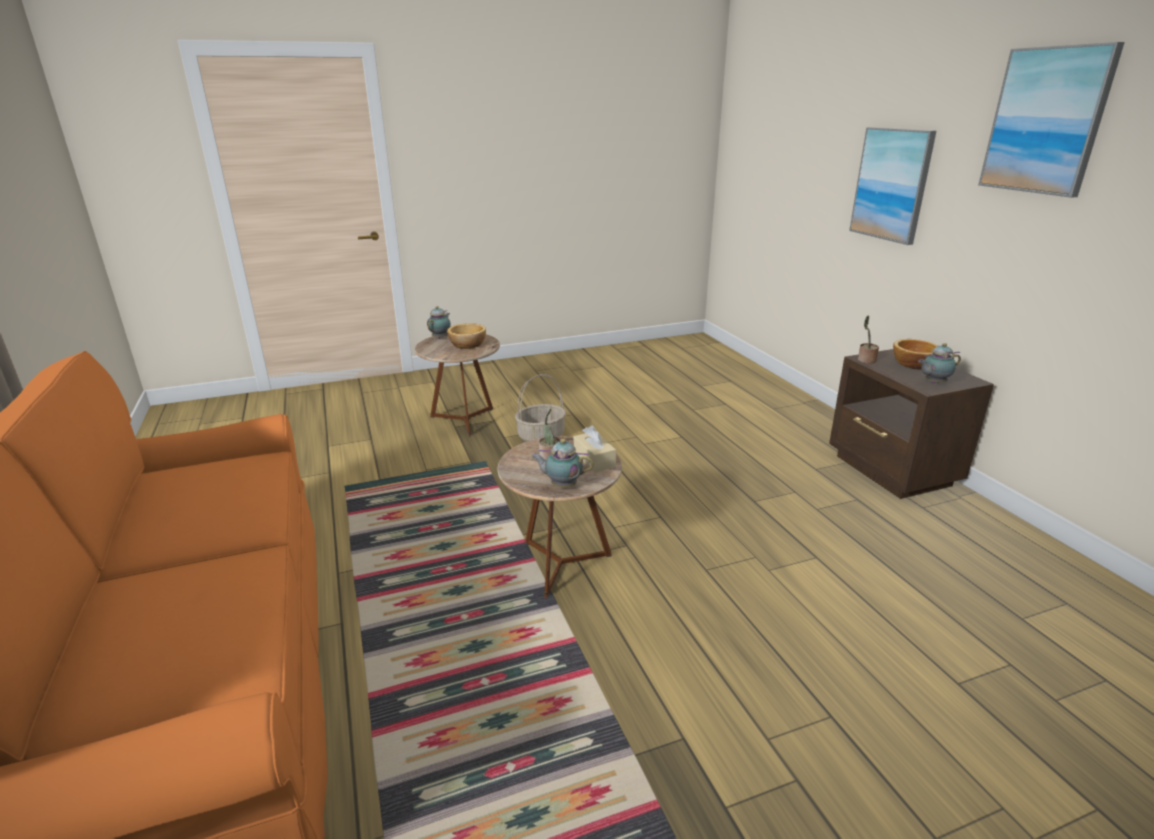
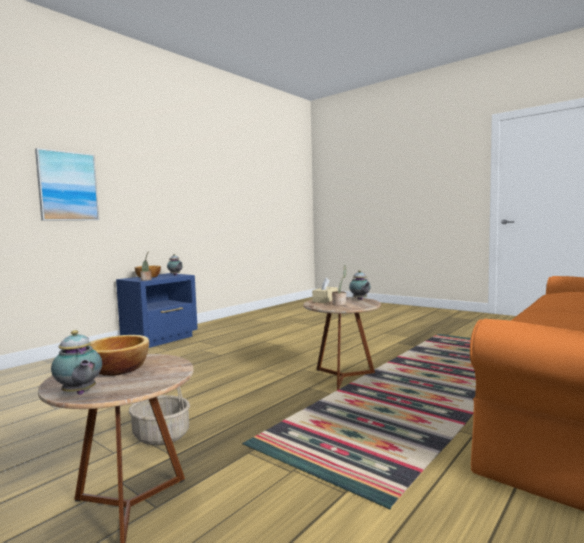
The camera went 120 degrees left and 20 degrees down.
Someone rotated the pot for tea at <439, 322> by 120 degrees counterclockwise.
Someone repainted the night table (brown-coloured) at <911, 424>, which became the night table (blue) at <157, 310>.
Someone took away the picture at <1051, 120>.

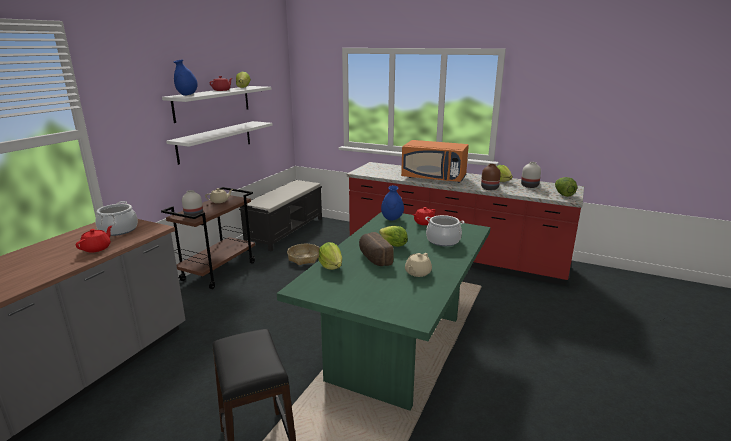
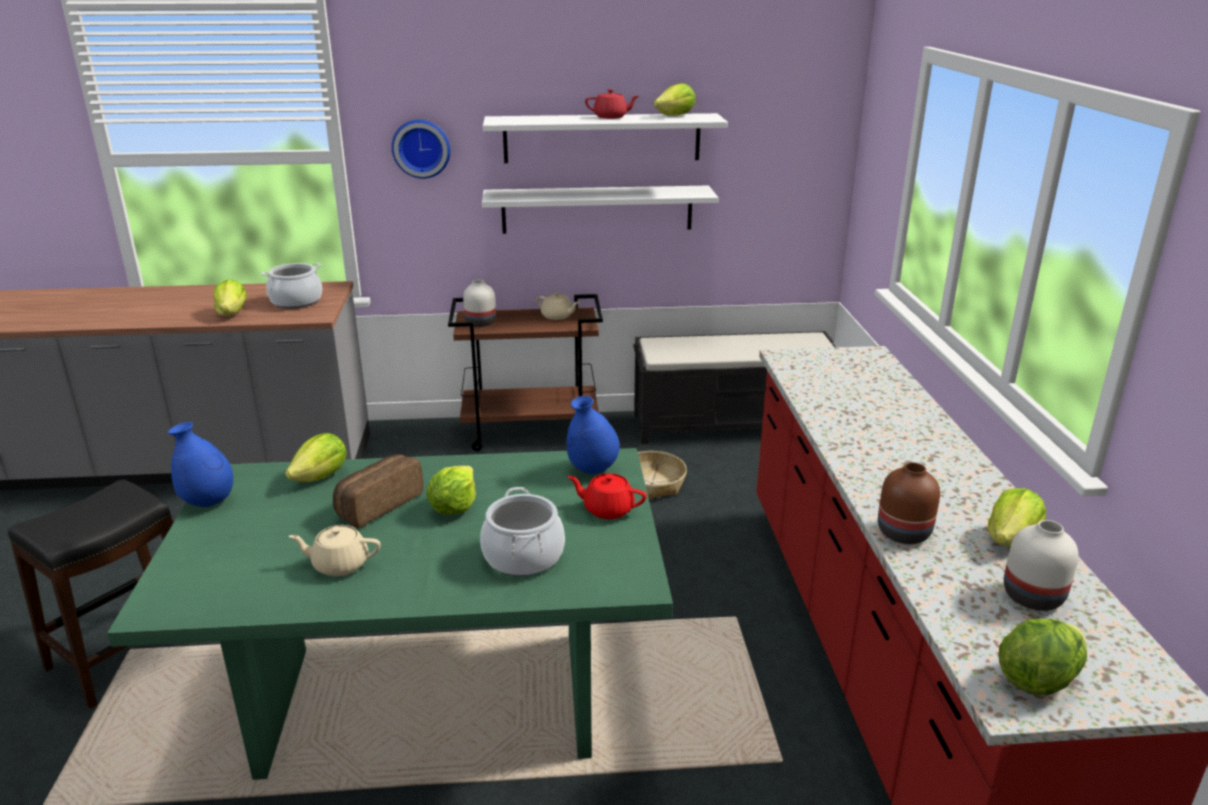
The camera went 60 degrees right and 5 degrees up.
Someone swapped the pot for tea (red) at <94, 239> for the head of lettuce at <230, 297>.
Someone carried the vase (blue) from <186, 77> to <200, 464>.
Someone took away the kitchen microwave (orange) at <435, 161>.
Someone put up the clock on the wall at <421, 149>.

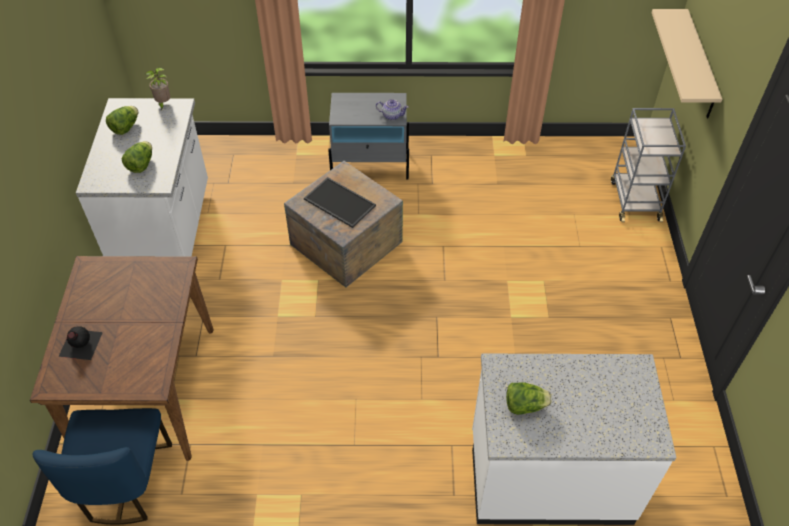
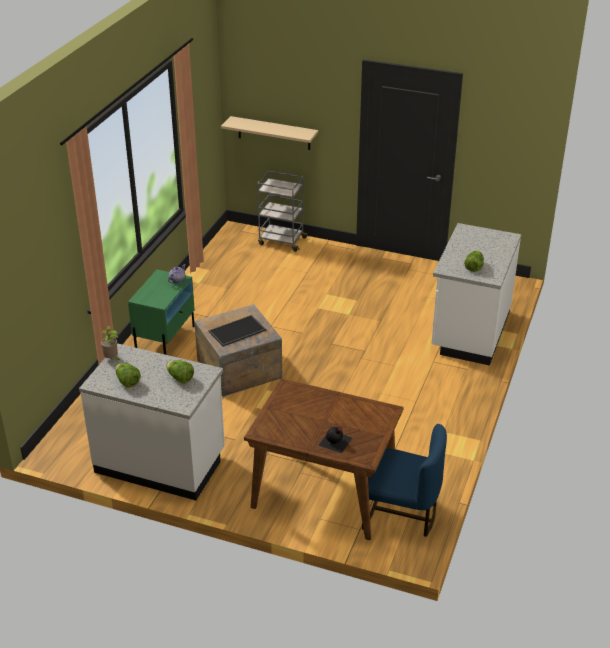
The camera went 70 degrees left and 15 degrees down.
Someone repainted the night table (greyish) at <368, 136>, which became the night table (greenish) at <161, 312>.

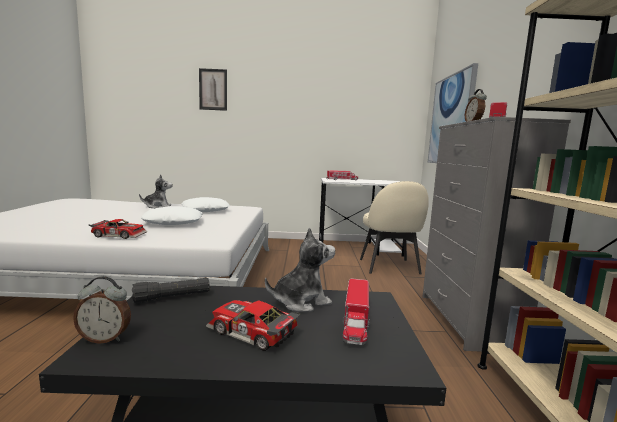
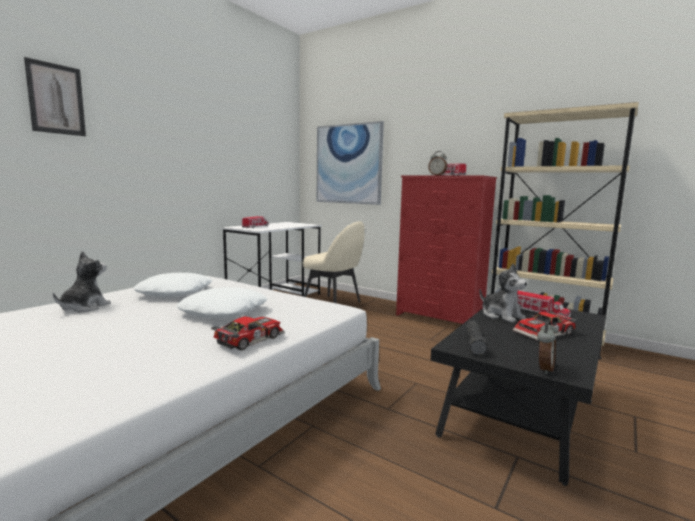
The camera went 55 degrees left and 0 degrees up.
Someone rotated the soft toy at <300, 270> by 135 degrees clockwise.
Someone repainted the dresser (greyish) at <496, 234>, which became the dresser (red) at <446, 249>.

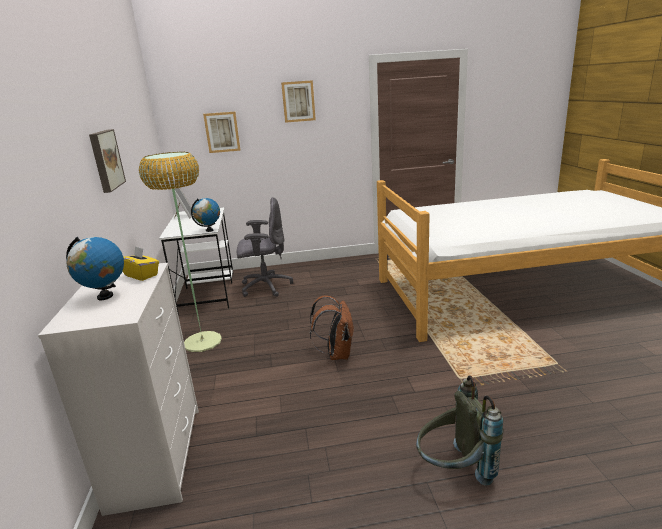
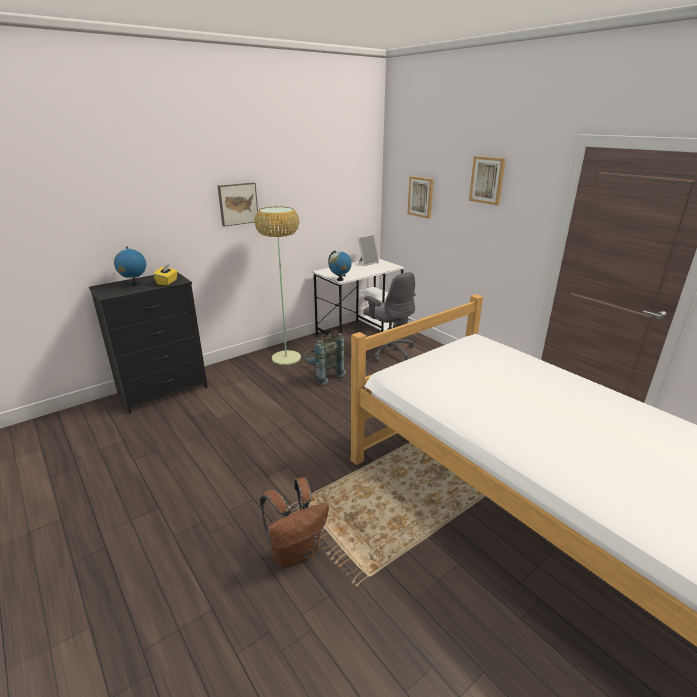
The camera went 60 degrees right and 5 degrees up.
Someone repainted the dresser (whitish) at <118, 389>, which became the dresser (black-coloured) at <148, 343>.
Someone carried the backpack (brown-coloured) from <332, 327> to <294, 522>.
Someone carried the backpack (greyish) from <460, 430> to <324, 357>.

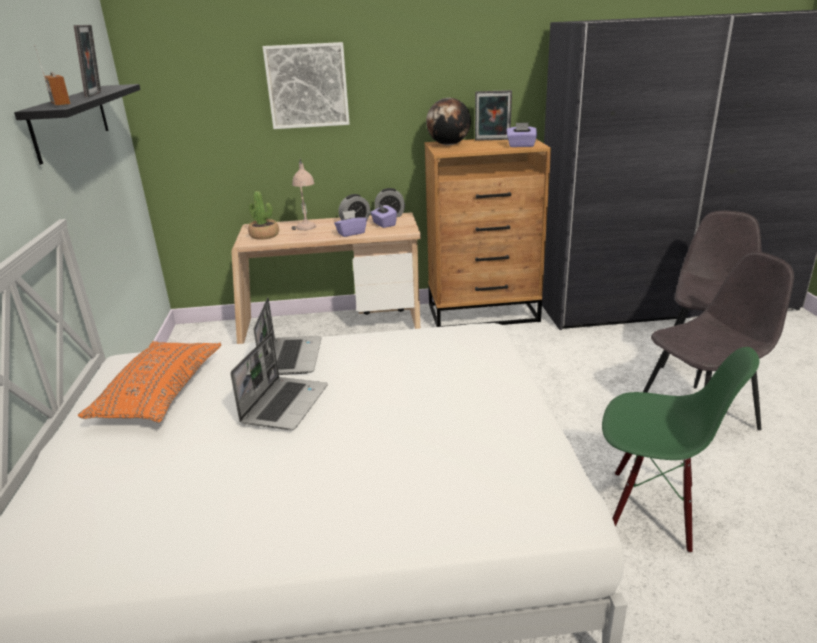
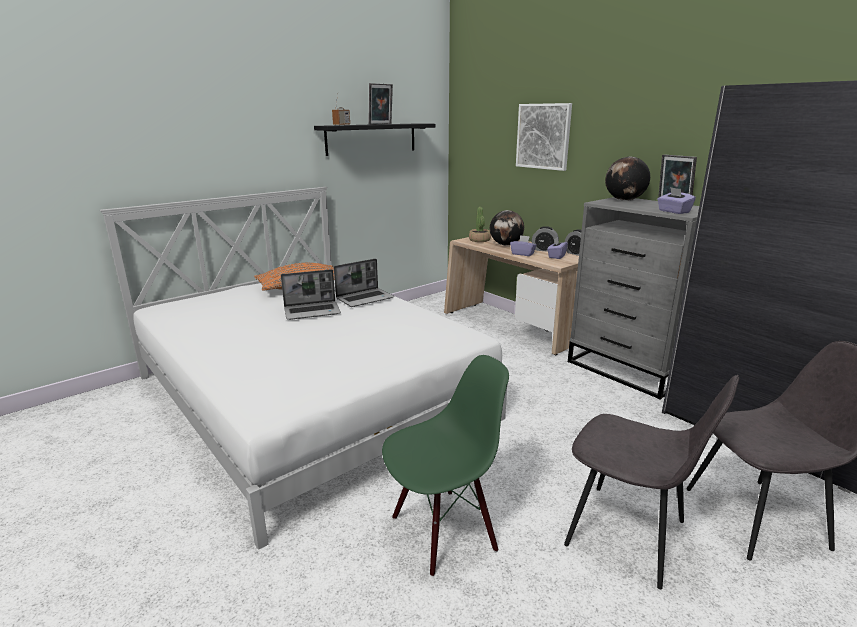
The camera went 55 degrees right and 5 degrees down.
Someone swapped the tabletop lamp (beige) at <304, 194> for the world globe at <507, 227>.
Someone repainted the dresser (brown-coloured) at <488, 233>, which became the dresser (greyish) at <633, 298>.
Someone rotated the upright chair (greenish) at <680, 450> by 105 degrees counterclockwise.

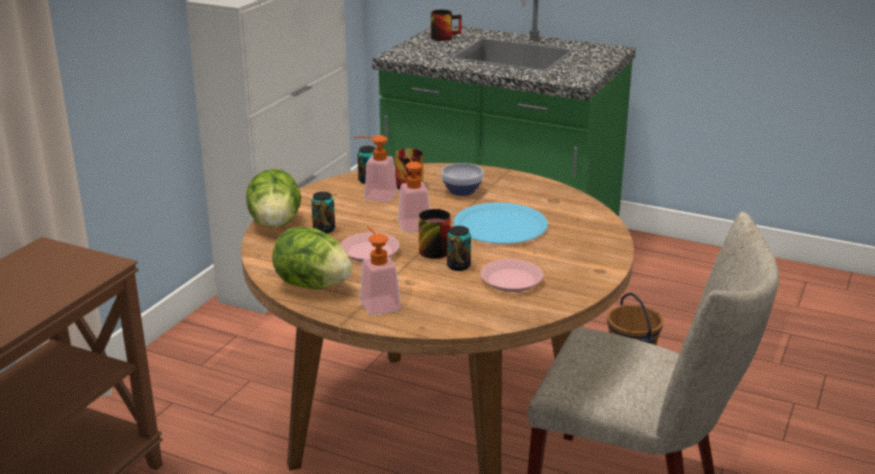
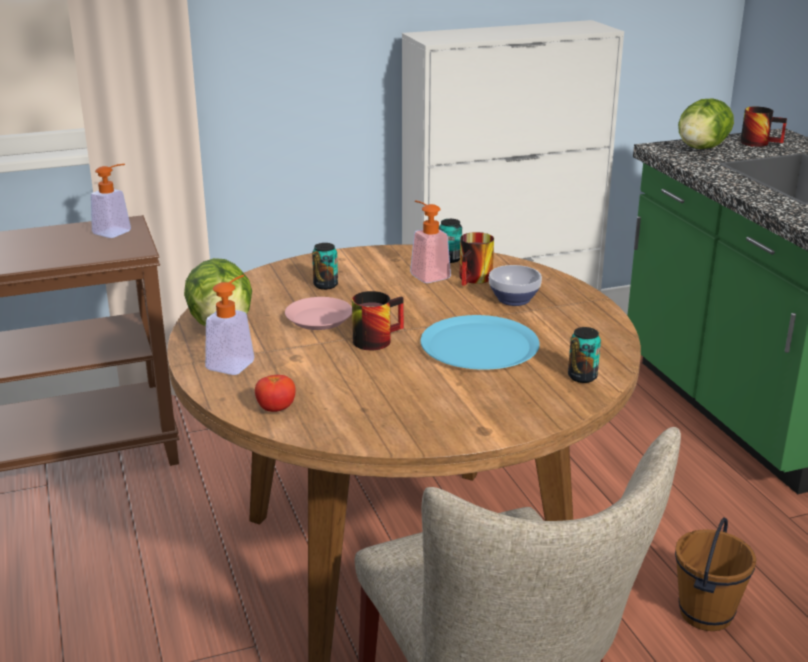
The camera went 45 degrees right and 0 degrees up.
Someone carried the head of lettuce from <273, 198> to <706, 124>.
Someone carried the liquid soap bottle from <414, 194> to <111, 201>.
Someone carried the metal can from <459, 248> to <584, 355>.
Someone took away the dinner plate (pink-coloured) at <511, 275>.
Someone put down the fresh tomato at <275, 393>.

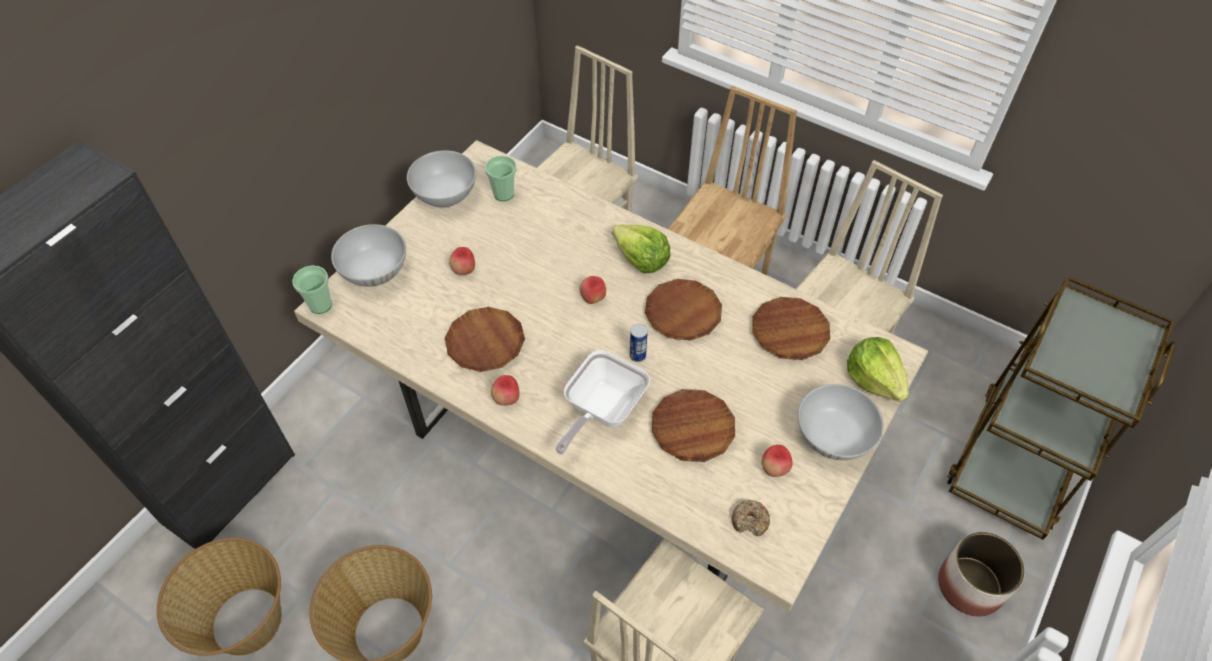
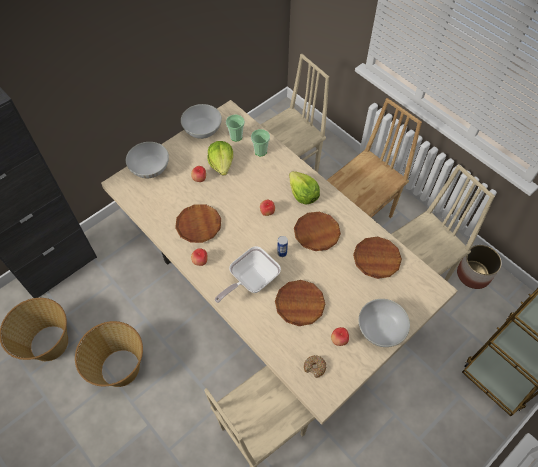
The camera went 15 degrees right and 5 degrees up.
Someone carried the small cup from <312, 290> to <260, 142>.
Someone carried the head of lettuce from <878, 369> to <220, 158>.
Someone carried the flower pot from <981, 574> to <479, 267>.

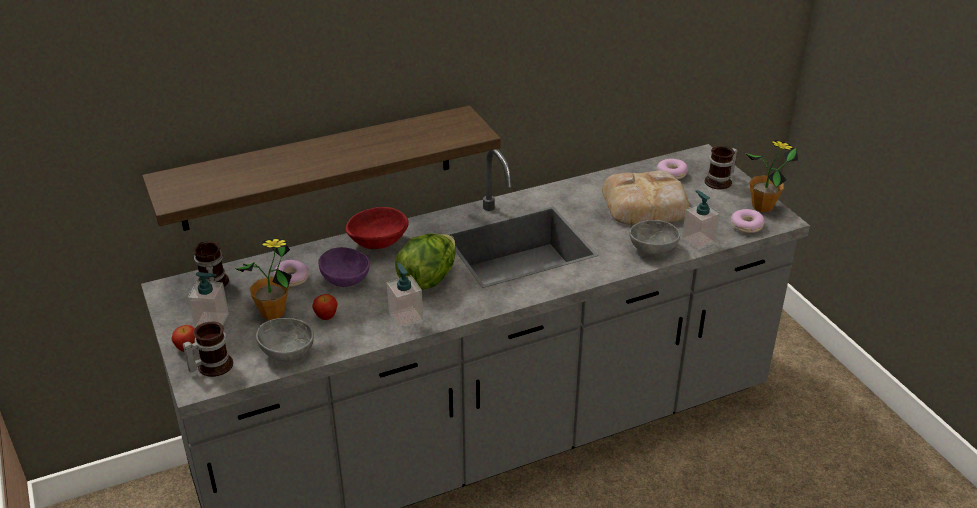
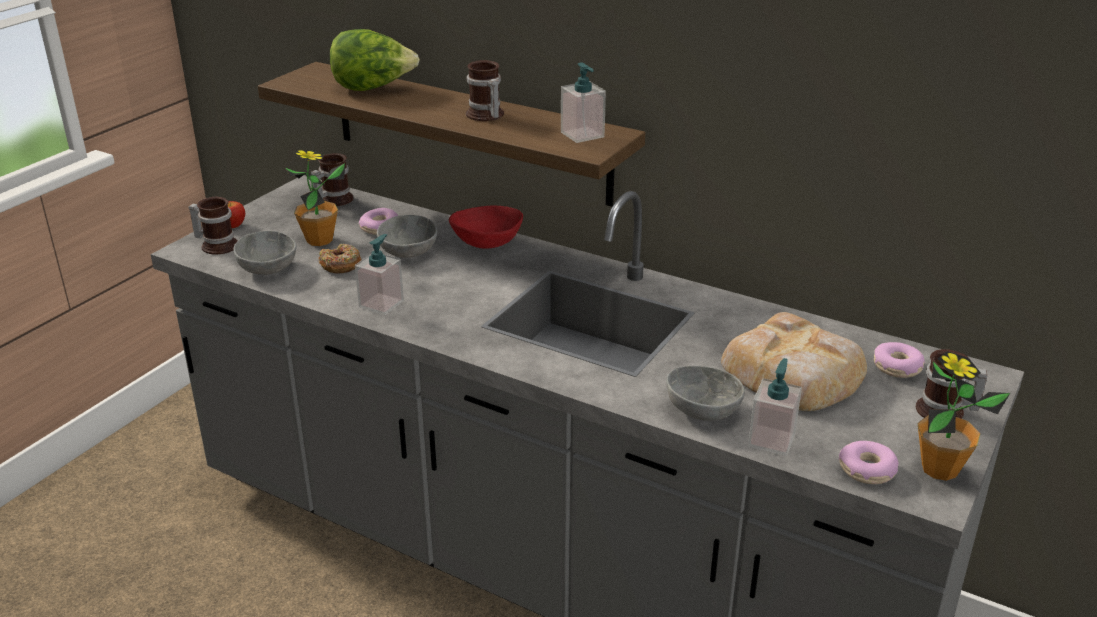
The camera went 55 degrees right and 5 degrees down.
Someone carried the liquid soap bottle from <208, 300> to <583, 102>.
Someone swapped the whole apple at <324, 307> for the donut at <340, 258>.
Someone repainted the bowl (purple-coloured) at <344, 267>, which became the bowl (greyish) at <407, 236>.
Someone carried the head of lettuce from <425, 261> to <375, 60>.
Someone put down the tea mug at <485, 90>.

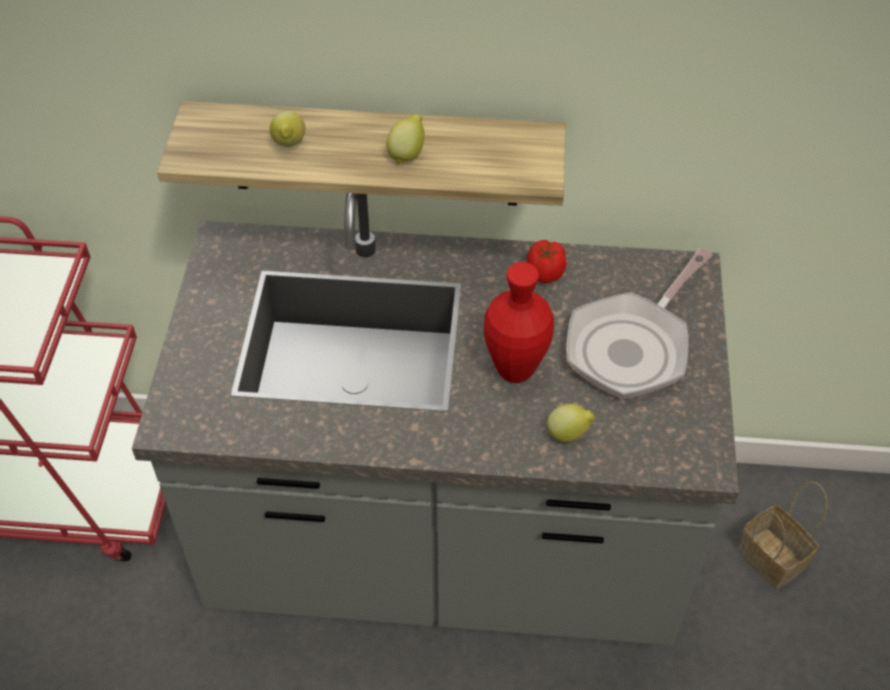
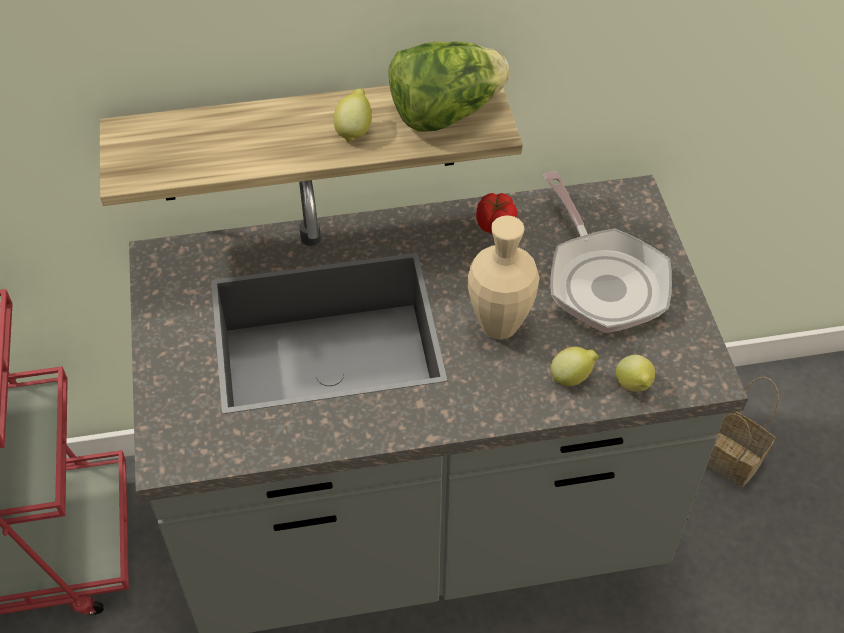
The camera went 15 degrees left and 0 degrees up.
Someone carried the whole lemon from <287, 129> to <635, 373>.
Someone repainted the vase (red) at <519, 322>, which became the vase (beige) at <504, 277>.
Someone rotated the pan at <639, 323> by 45 degrees counterclockwise.
Someone put down the head of lettuce at <449, 87>.

